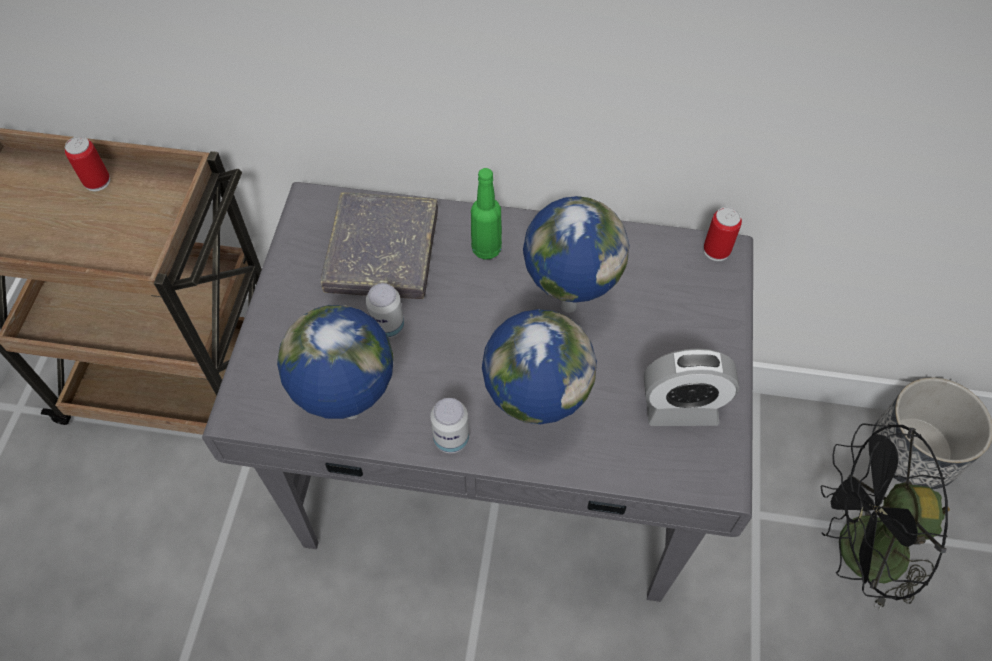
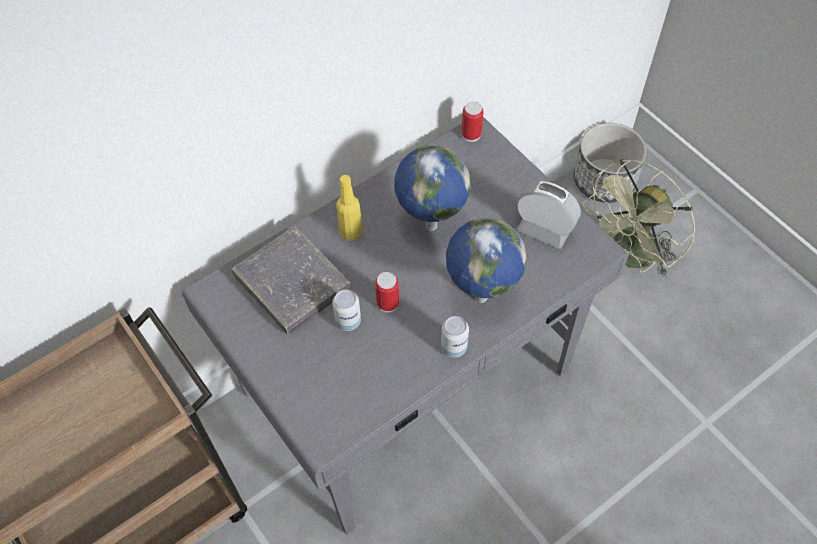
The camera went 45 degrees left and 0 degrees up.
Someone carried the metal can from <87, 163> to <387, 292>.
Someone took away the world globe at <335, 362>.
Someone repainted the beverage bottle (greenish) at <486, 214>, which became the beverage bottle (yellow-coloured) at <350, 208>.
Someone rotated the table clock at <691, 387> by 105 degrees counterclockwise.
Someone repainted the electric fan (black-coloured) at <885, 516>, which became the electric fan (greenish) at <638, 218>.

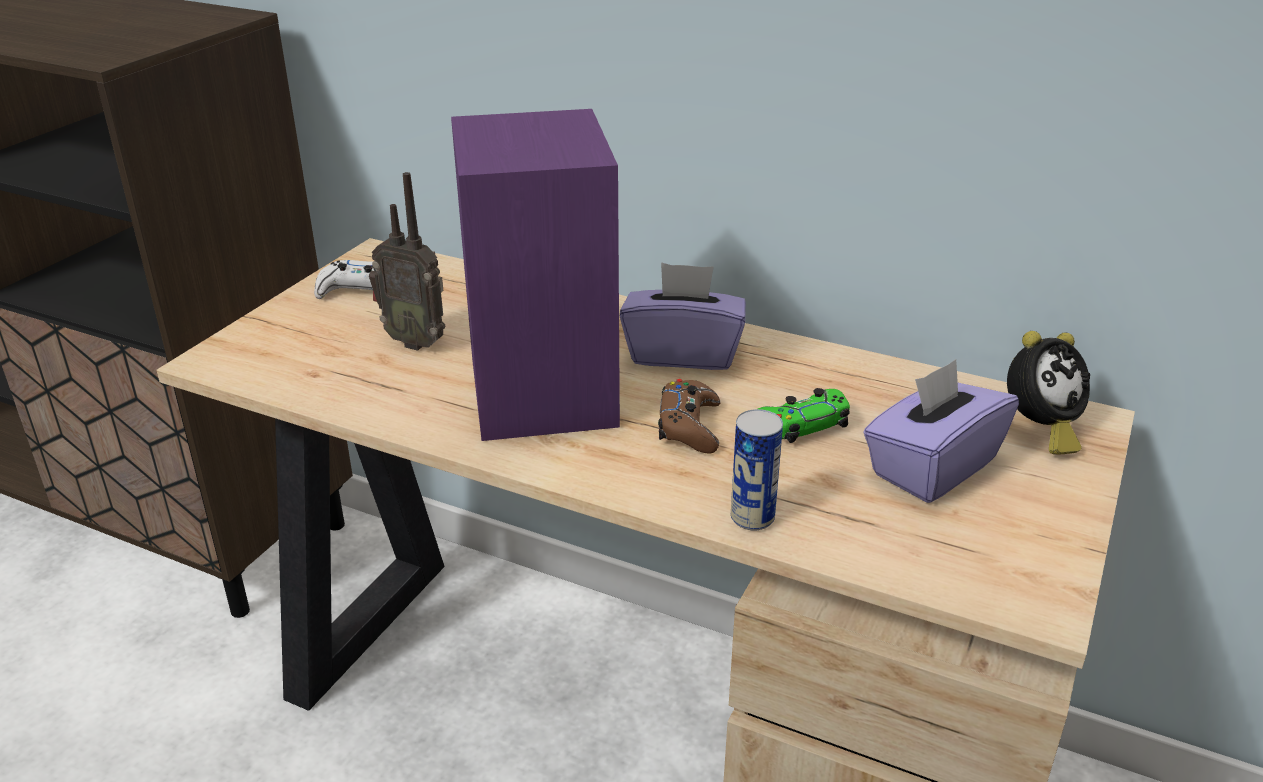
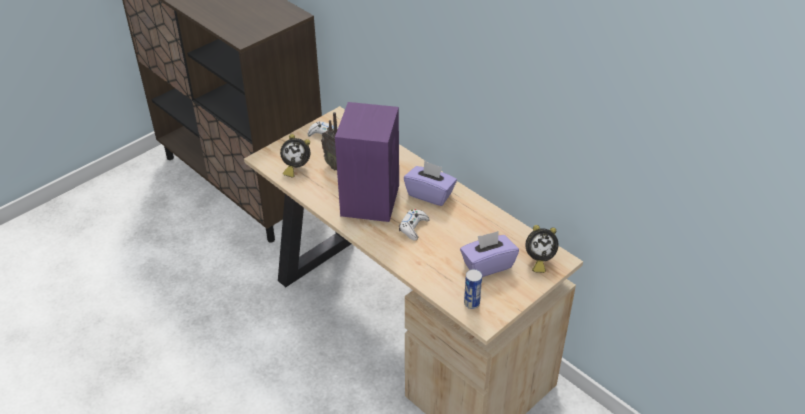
The camera went 20 degrees right and 10 degrees up.
Someone repainted the gamepad (brown-coloured) at <689, 416>, which became the gamepad (whitish) at <414, 225>.
Someone carried the metal can from <757, 469> to <473, 289>.
Someone took away the gamepad (greenish) at <804, 415>.
Someone put down the table clock at <295, 156>.

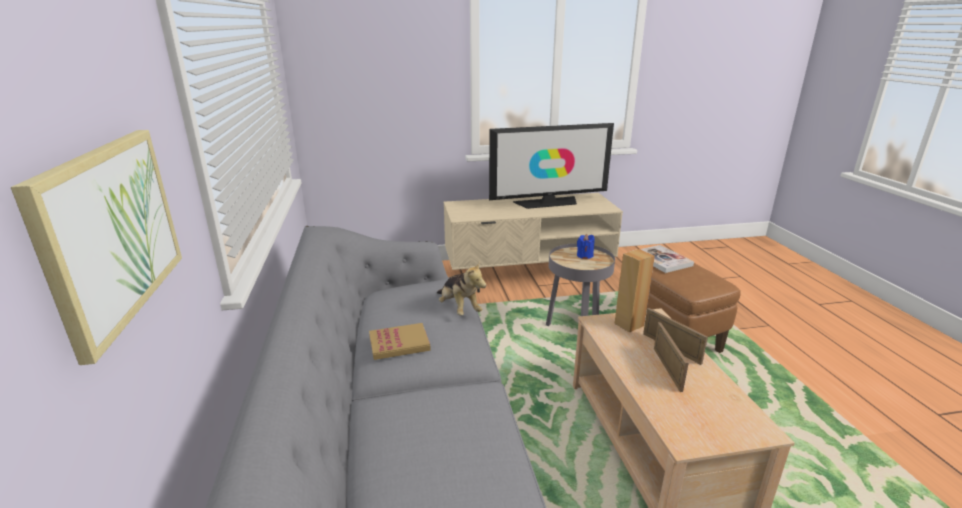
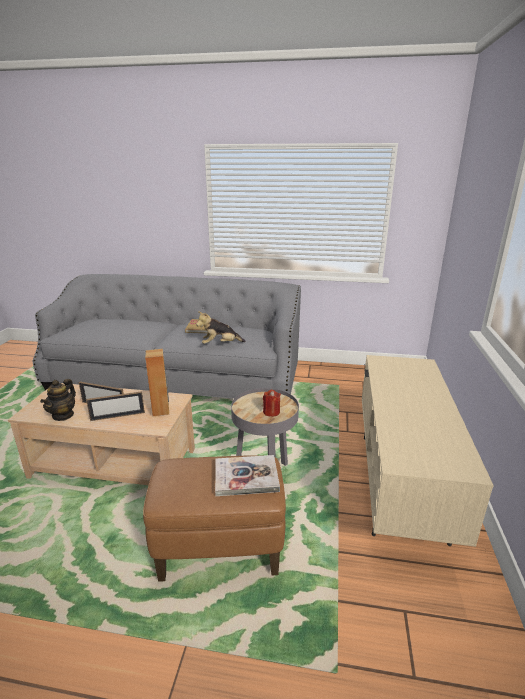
The camera went 110 degrees right and 0 degrees up.
Someone took away the picture at <96, 247>.
Someone took away the television at <551, 166>.
Someone repainted the wax candle (blue) at <586, 246>, which became the wax candle (red) at <272, 403>.
Someone put down the pot for tea at <58, 400>.

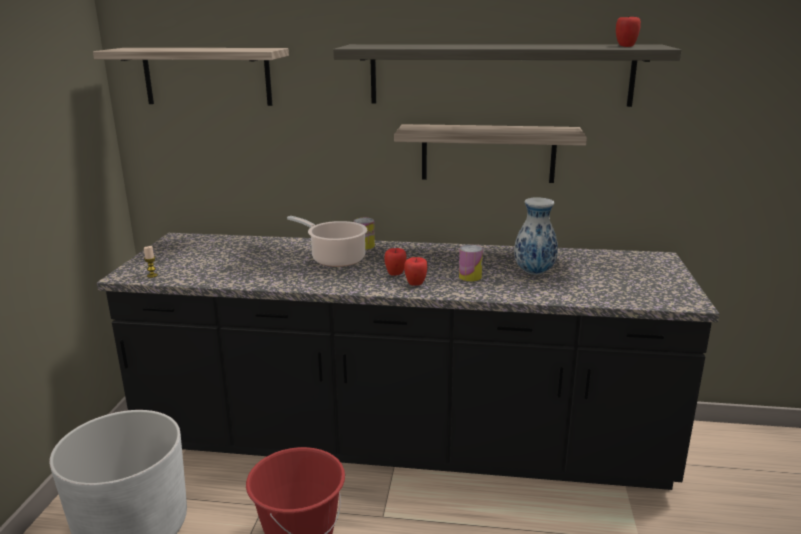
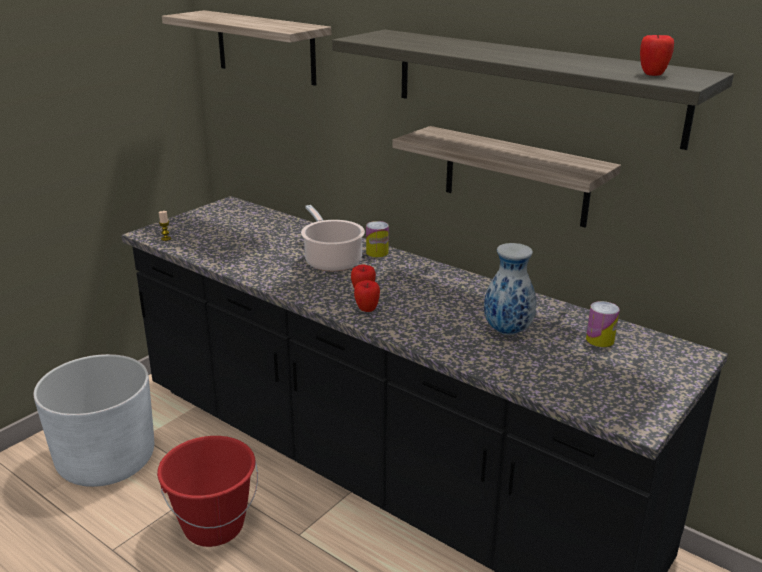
The camera went 30 degrees right and 5 degrees up.
Someone carried the metal can from <471, 263> to <603, 324>.

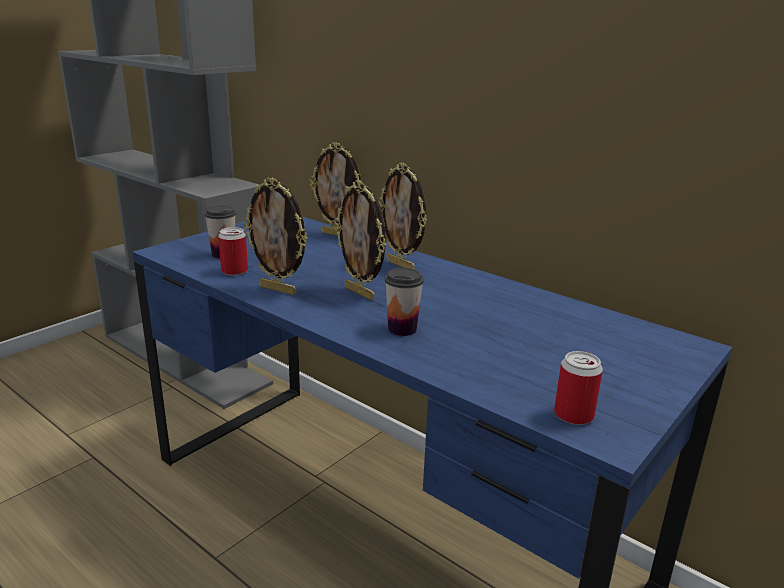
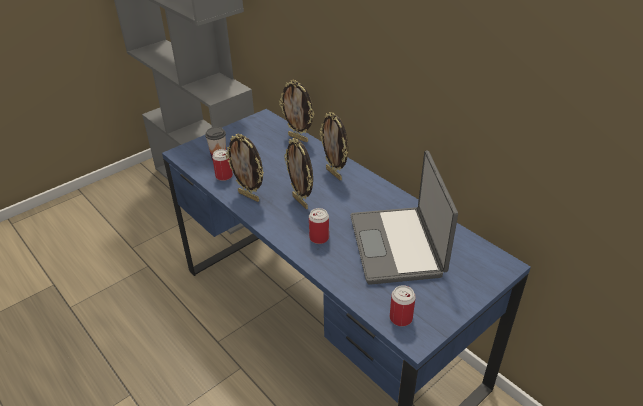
The camera went 10 degrees right and 15 degrees up.
Someone swapped the small cup at <404, 302> for the metal can at <319, 226>.
Someone put down the notebook computer at <404, 218>.

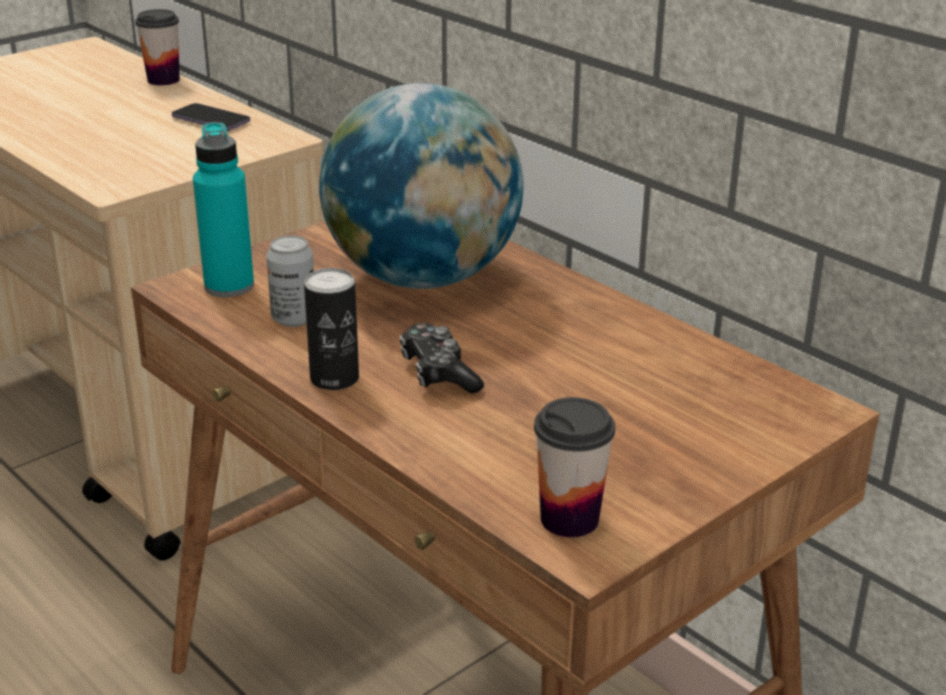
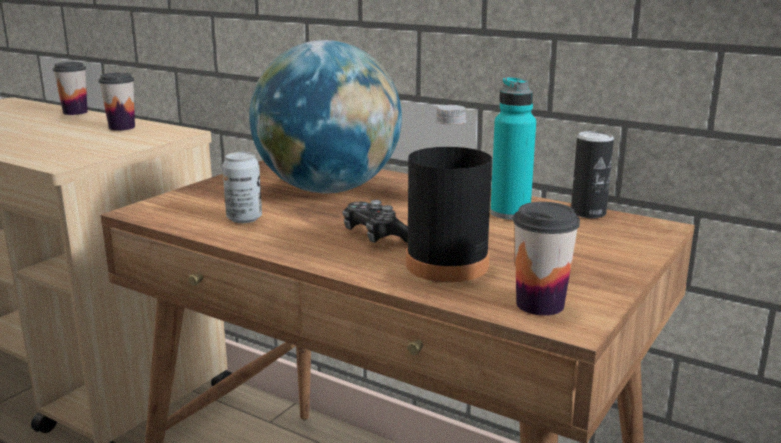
The camera went 15 degrees left and 10 degrees down.
Someone swapped the handset at <211, 117> for the small cup at <116, 101>.
Someone carried the beverage bottle (turquoise) from <223, 209> to <513, 148>.
Someone carried the metal can from <331, 329> to <592, 174>.
Someone put down the beverage bottle (black-coloured) at <449, 193>.

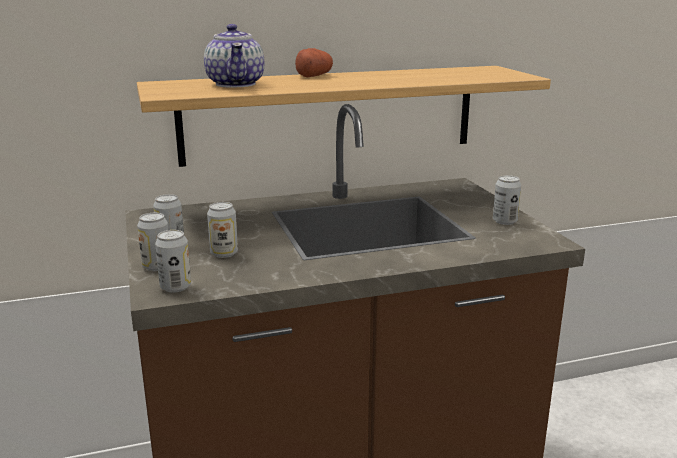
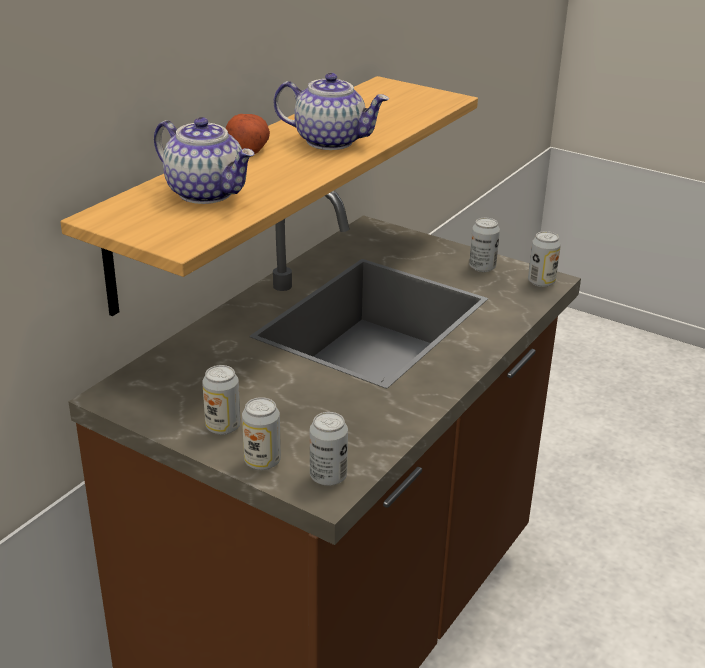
The camera went 40 degrees left and 10 degrees up.
Someone carried the metal can from <222, 230> to <544, 259>.
Someone put down the pot for tea at <331, 111>.

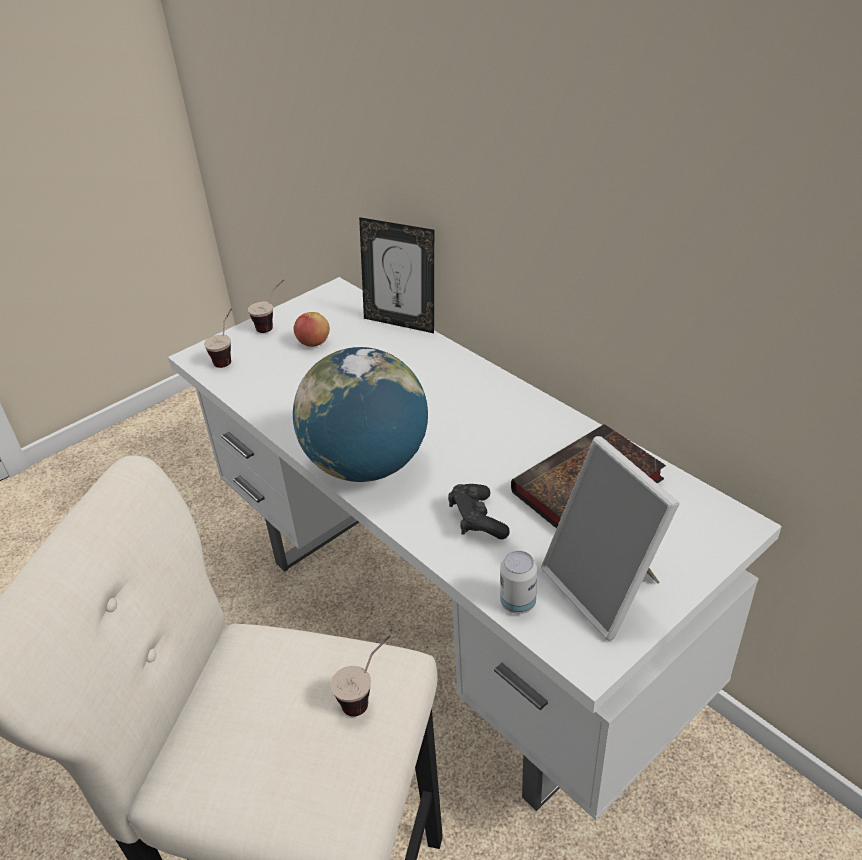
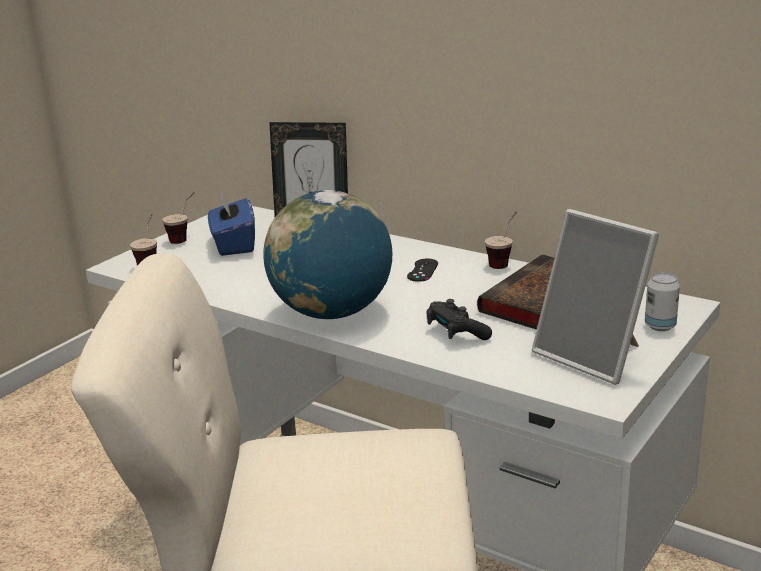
The camera went 15 degrees left and 15 degrees down.
Someone swapped the whole apple at <311, 329> for the tissue box (blue) at <231, 223>.
Someone carried the small cup from <361, 676> to <501, 240>.
Someone carried the metal can from <518, 582> to <662, 302>.
Someone put down the gamepad (black-coloured) at <422, 270>.

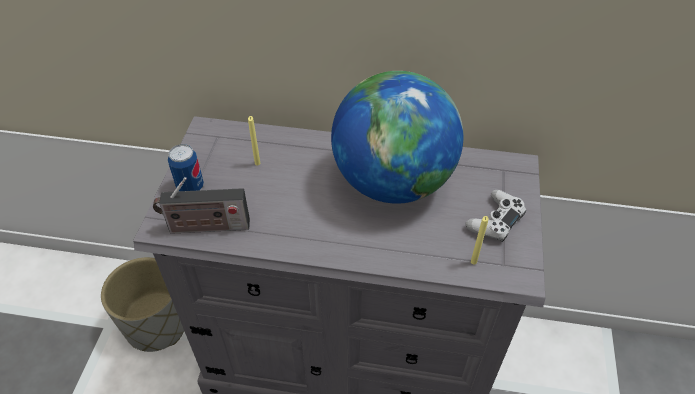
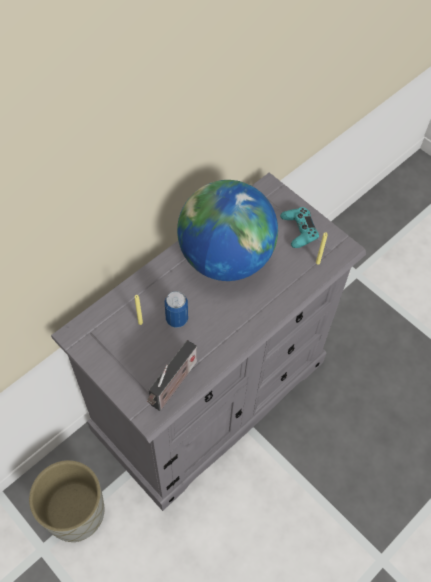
The camera went 55 degrees left and 10 degrees up.
Someone carried the metal can from <186, 167> to <176, 309>.
Someone repainted the gamepad (whitish) at <496, 216>, which became the gamepad (turquoise) at <299, 227>.

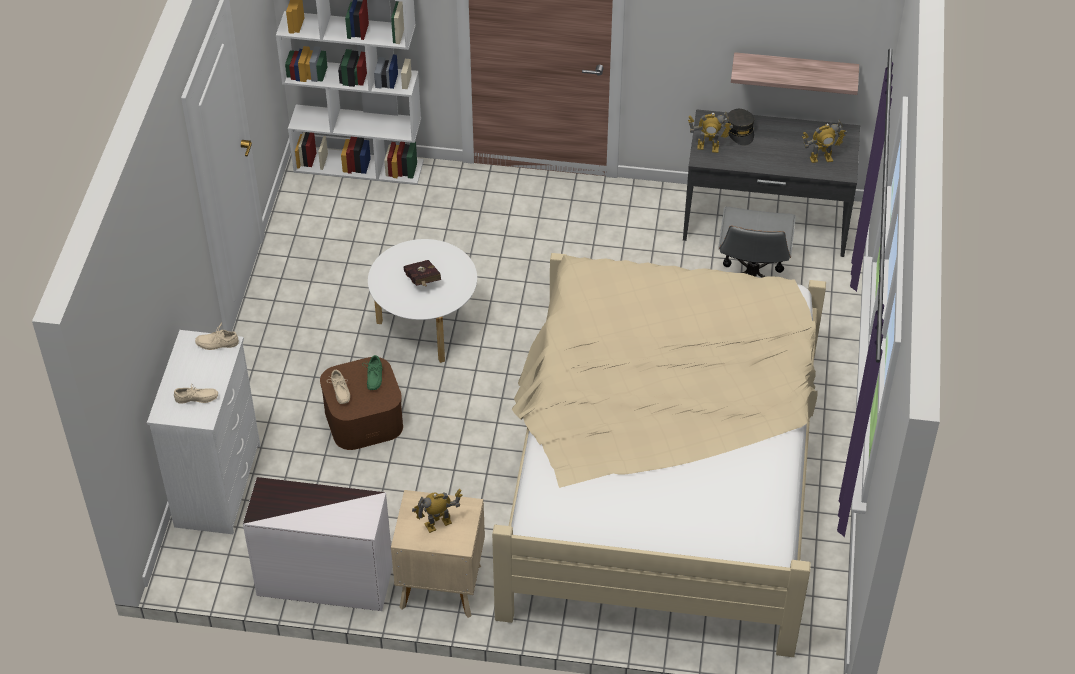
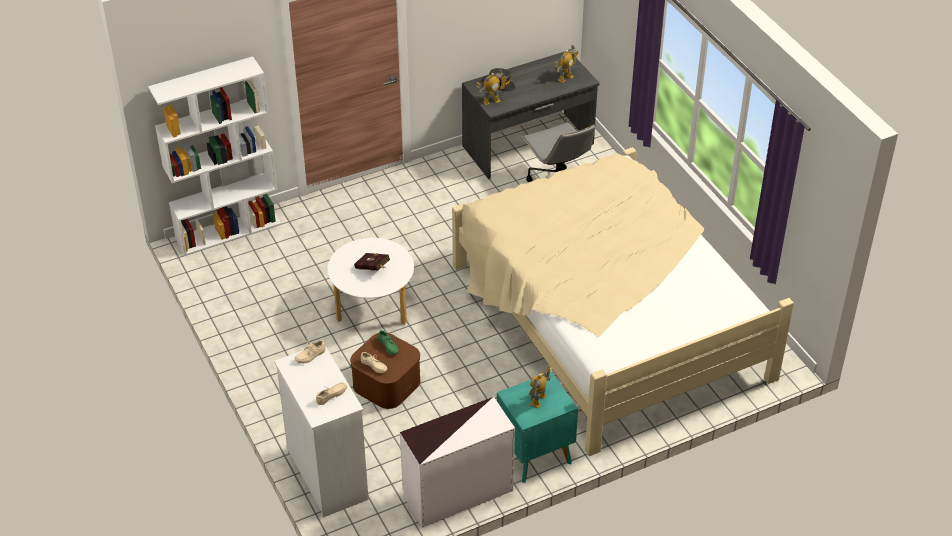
The camera went 35 degrees left and 5 degrees down.
Someone repainted the night table (beige) at <438, 554>, which became the night table (turquoise) at <537, 427>.
Someone took away the bracket shelf at <795, 73>.

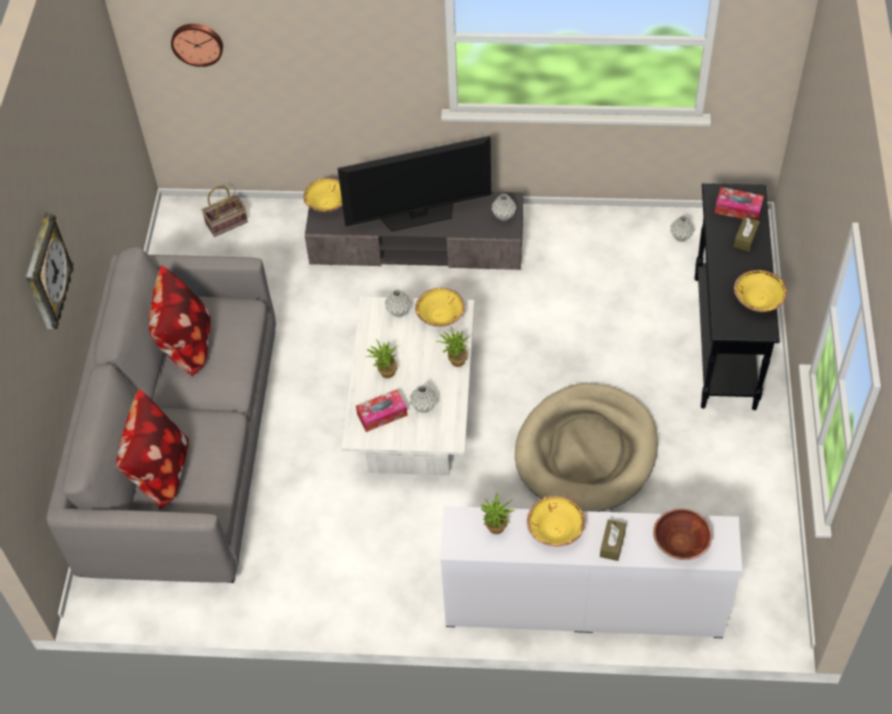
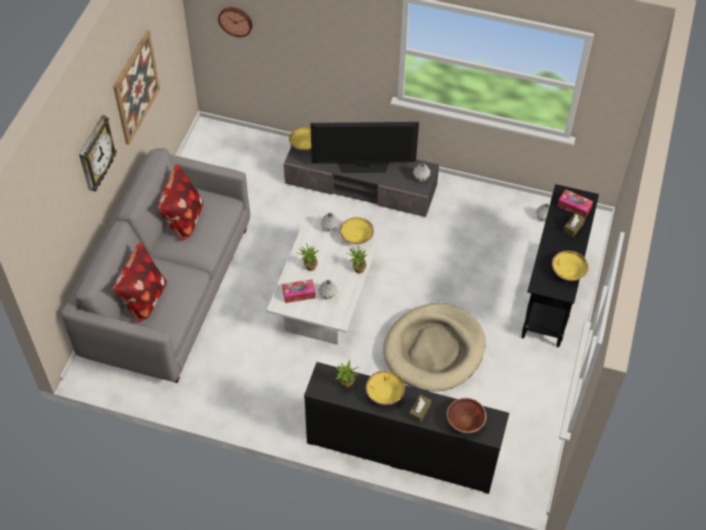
The camera went 10 degrees right and 0 degrees up.
Someone took away the household basket at <225, 211>.
Someone repainted the dresser (whitish) at <591, 572>, which became the dresser (black-coloured) at <406, 428>.
Someone put up the picture at <136, 87>.

